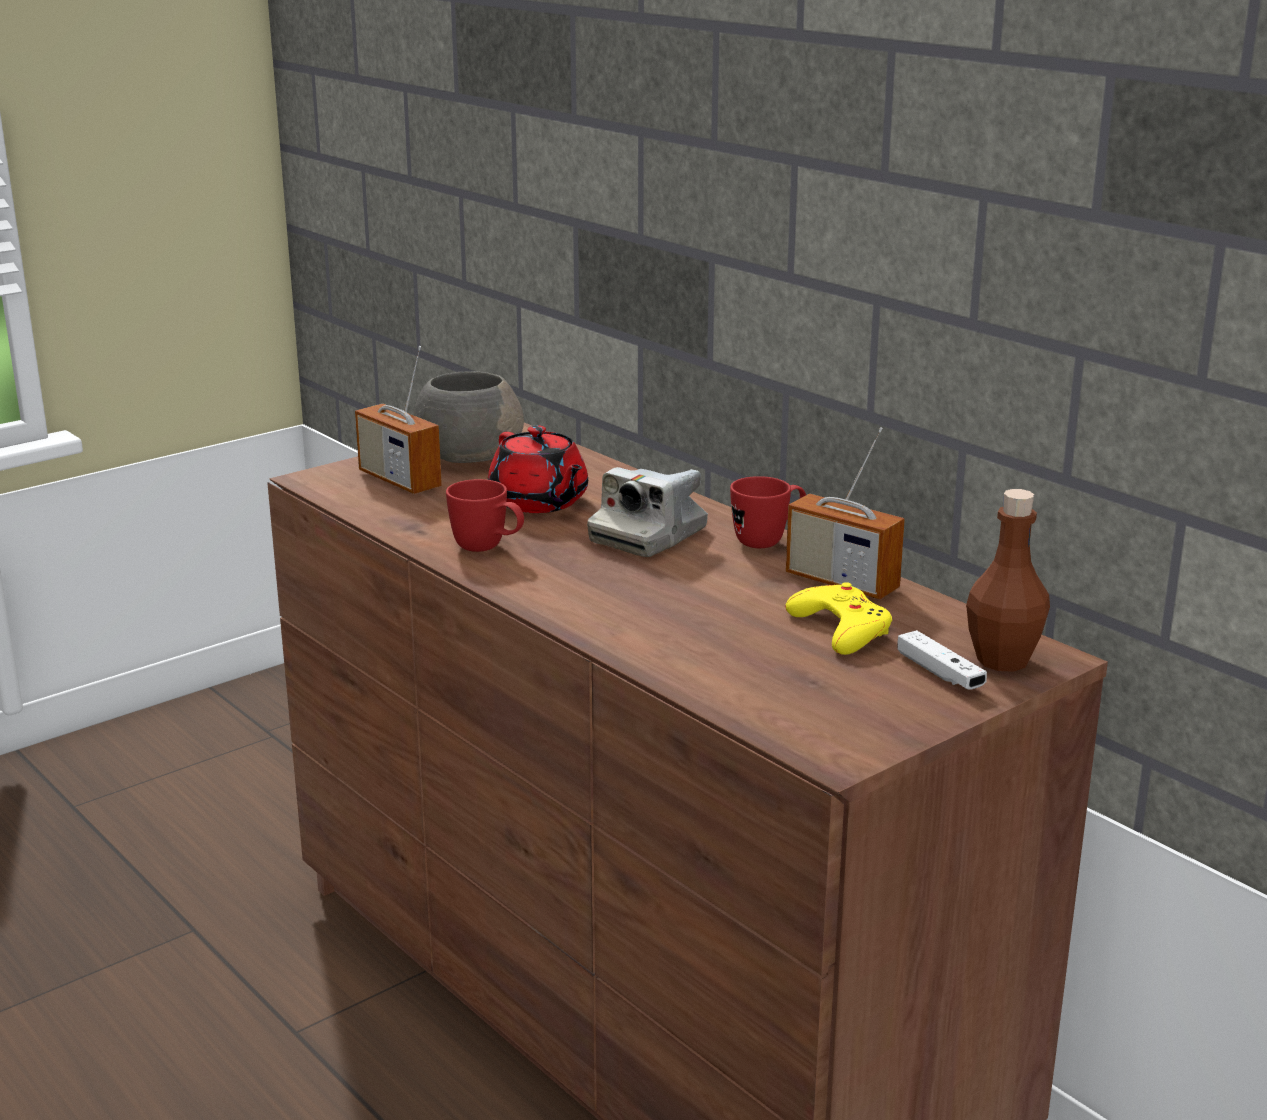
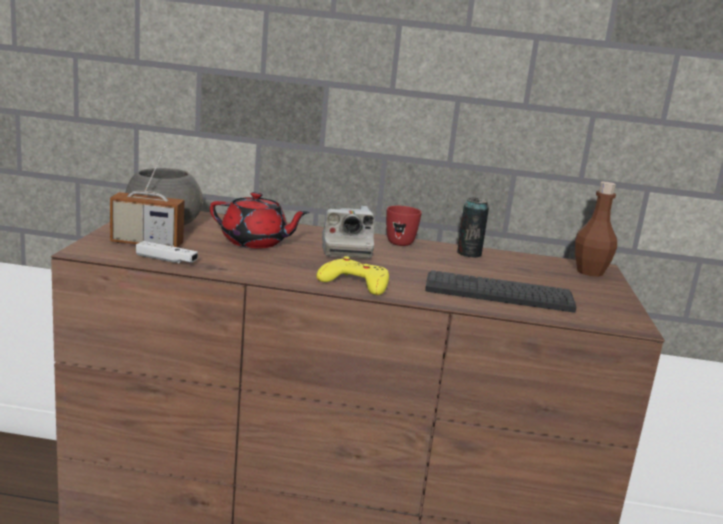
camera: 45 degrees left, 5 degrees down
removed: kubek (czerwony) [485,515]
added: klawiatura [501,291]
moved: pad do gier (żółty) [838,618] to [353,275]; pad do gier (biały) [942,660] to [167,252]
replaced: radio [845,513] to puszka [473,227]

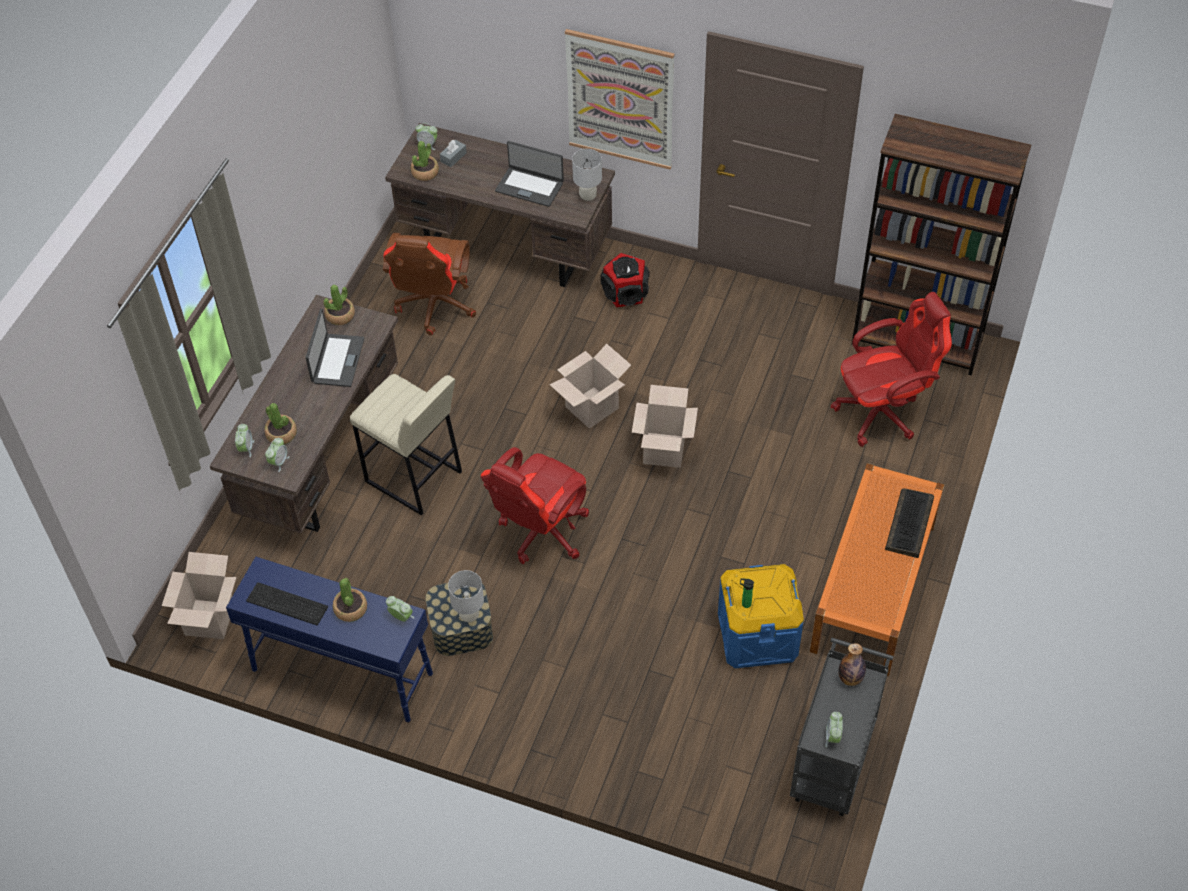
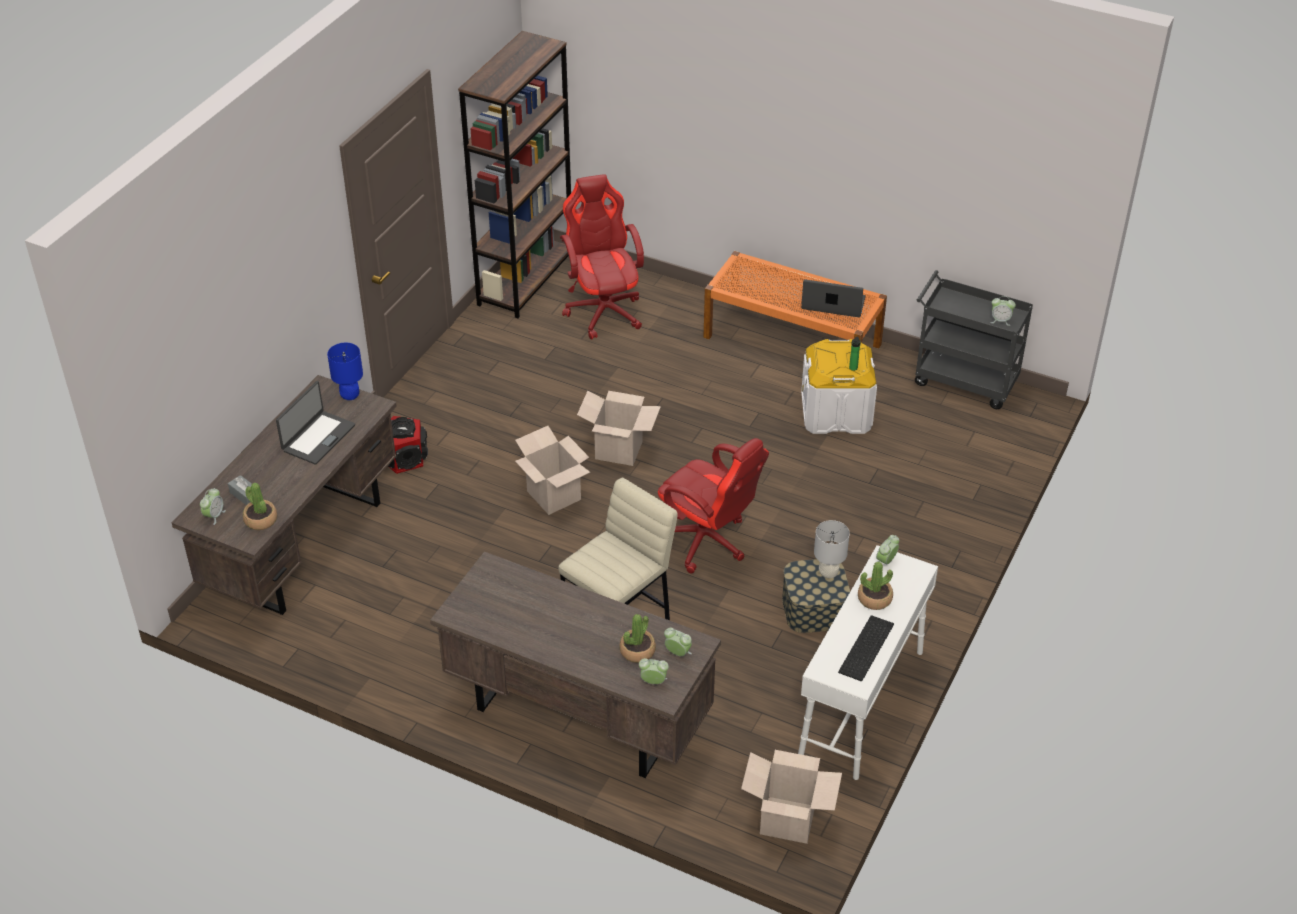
camera: 85 degrees left, 10 degrees down
removed: obraz [619,99]; krzesło biurowe (brązowy) [429,284]; roślina doniczkowa [339,305]; klawiatura [909,523]; butelka [852,664]
moved: laptop [335,348] to [833,298]
recoloured: lampa stołowa (szary) [587,175] to lampa stołowa (niebieski) [345,371]; stolik konsolowy (niebieski) [329,639] to stolik konsolowy (biały) [868,662]; pojemnik do przechowywania (niebieski) [761,616] to pojemnik do przechowywania (biały) [839,386]

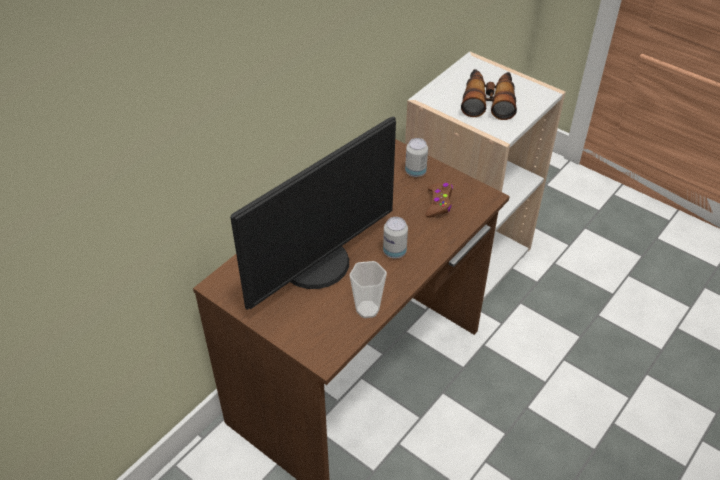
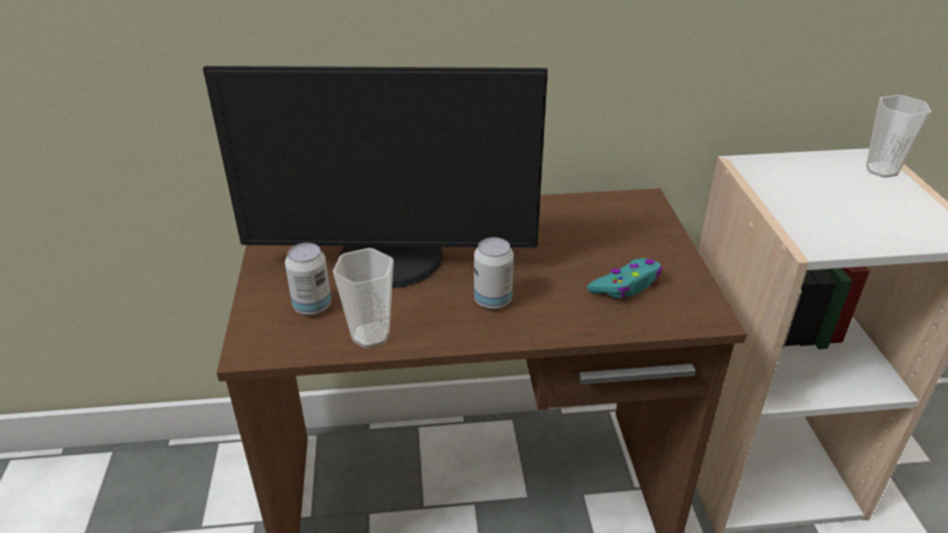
camera: 45 degrees right, 10 degrees down
removed: lornetka [489,94]
added: filiżanka [899,136]
moved: puszka [416,157] to [308,279]
recoloured: pad do gier (brązowy) [439,200] to pad do gier (turkusowy) [624,278]

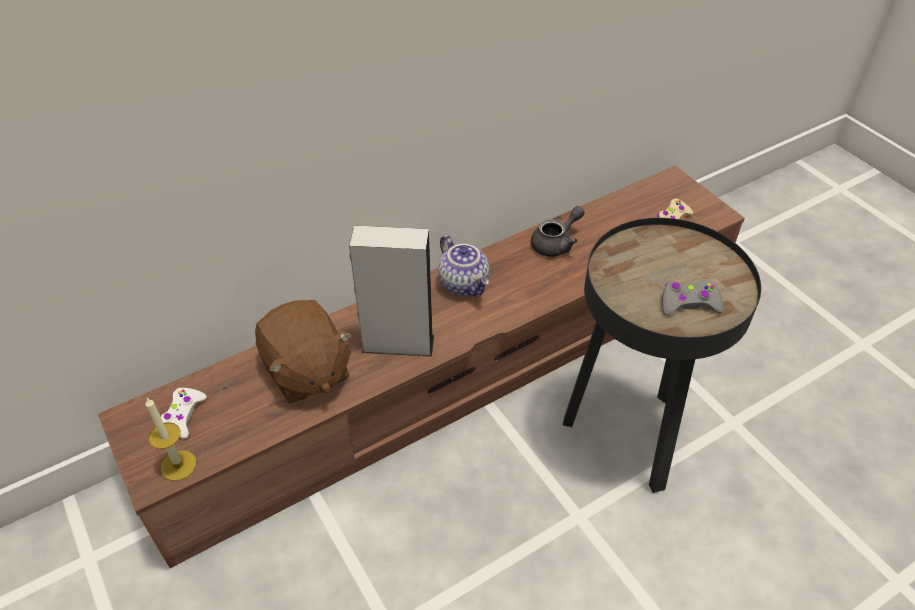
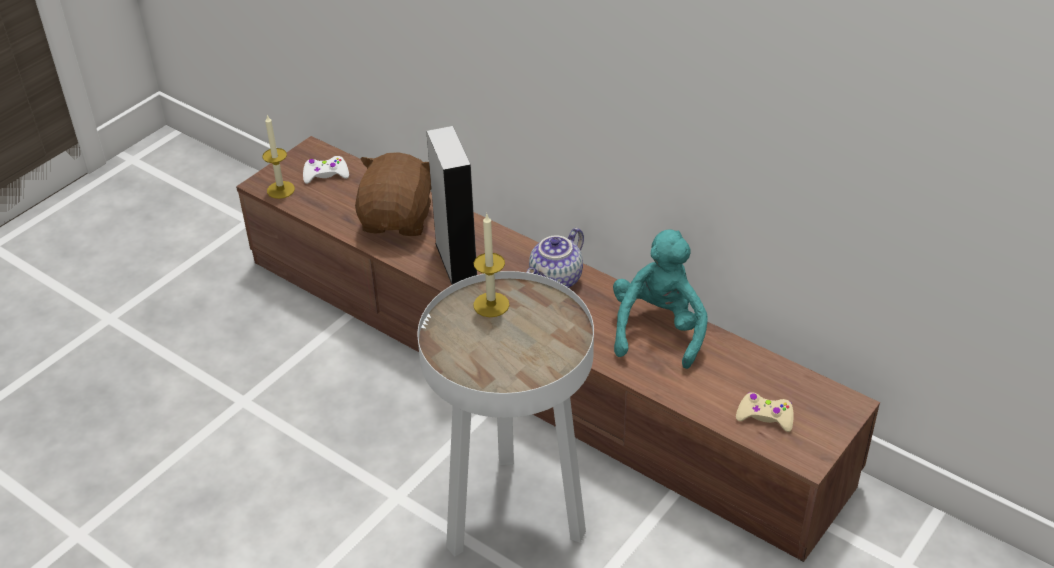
camera: 70 degrees right, 5 degrees down
removed: pad do gier (szary) [693,298]
added: świeca [491,265]
replaced: imbryk (szary) [557,231] to pluszak (turkusowy) [660,299]
recoloured: stolik (czarny) [662,355] to stolik (biały) [506,414]
turned: pluszak (brązowy) [303,351] = [393,194] 150 degrees clockwise

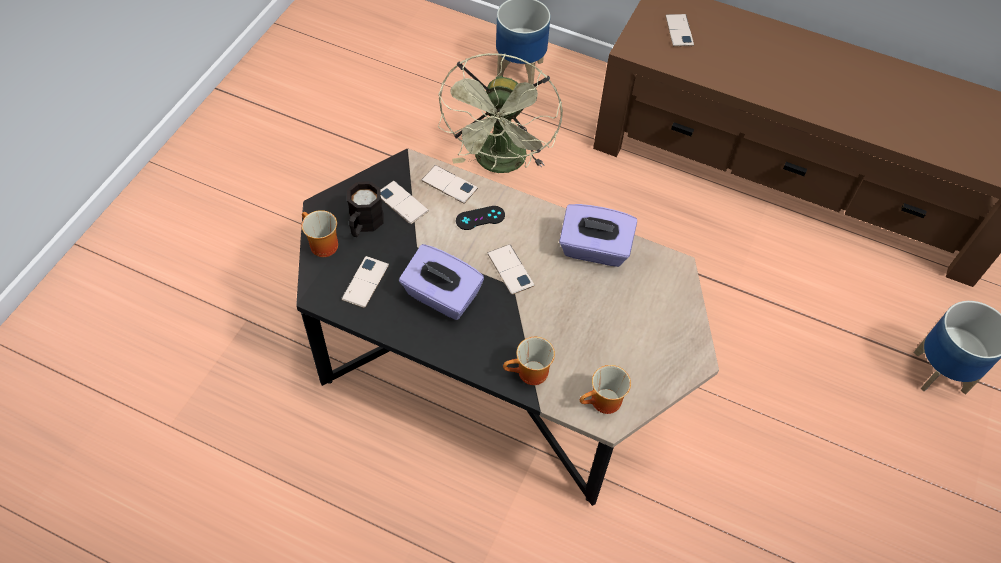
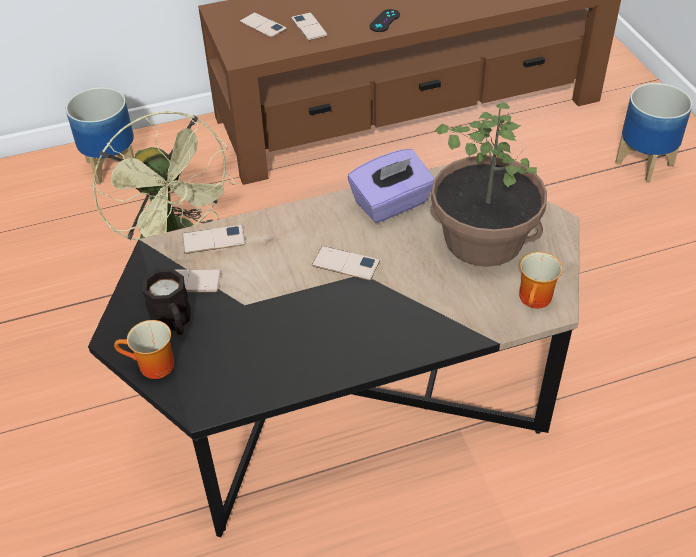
camera: 40 degrees left, 10 degrees down
removed: pudełko chusteczek (fioletowy) [441,282]; kubek [529,361]
added: roślina doniczkowa [488,184]
moved: pad do gier (czarny) [480,218] to [384,20]; telefon [365,282] to [309,26]

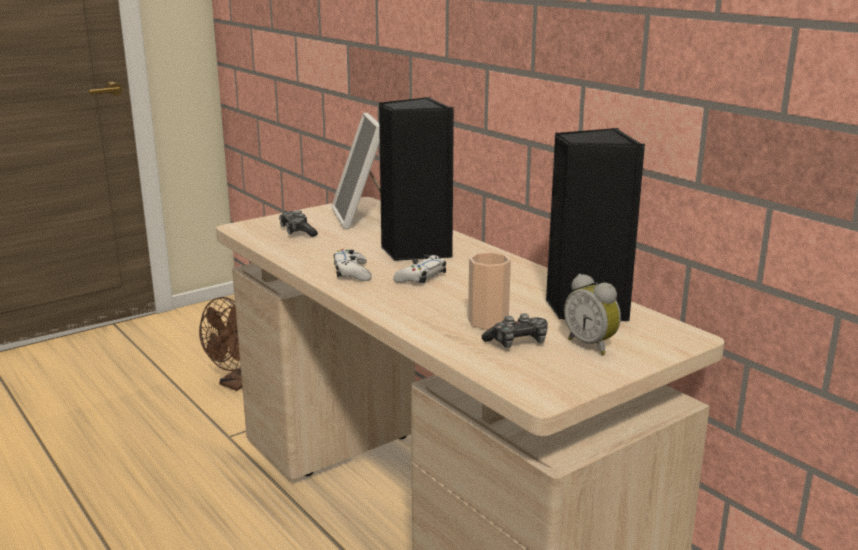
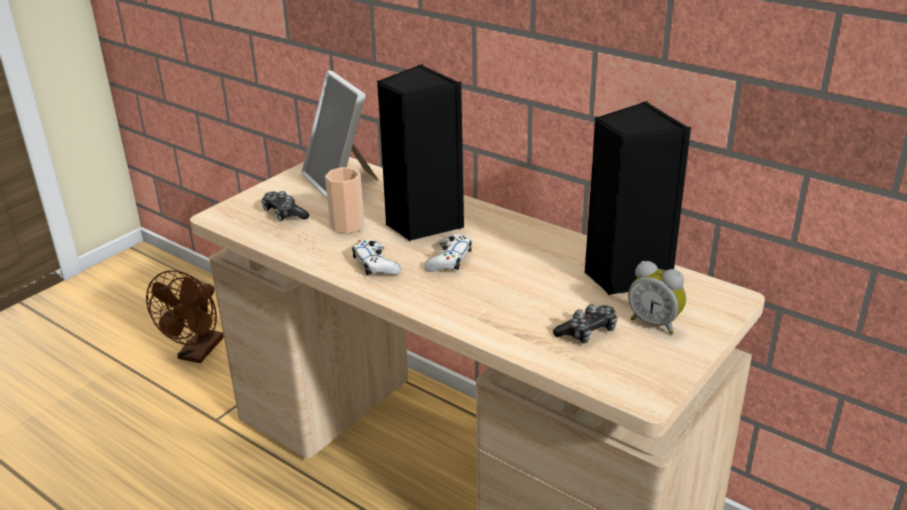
camera: 15 degrees left, 10 degrees up
moved: filiżanka [489,291] to [344,200]

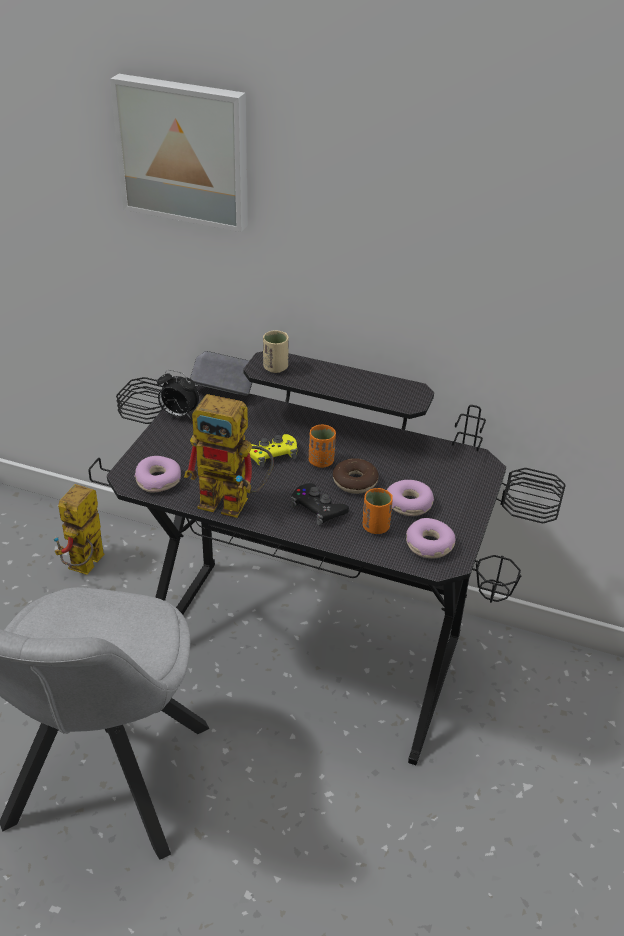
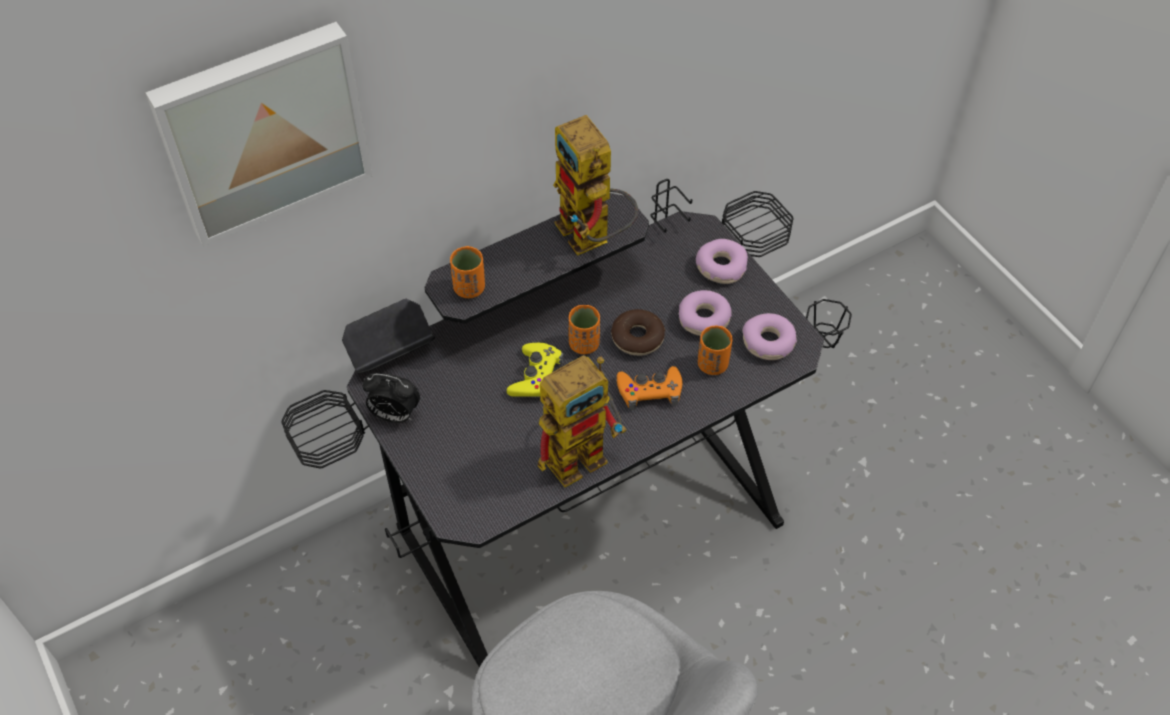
camera: 50 degrees left, 15 degrees up
moved: donut [157,474] to [722,261]; robot zabawkowy [79,529] to [595,185]
recoloured: filiżanka (beżowy) [276,351] to filiżanka (pomarańczowy) [467,272]; pad do gier (czarny) [319,504] to pad do gier (pomarańczowy) [650,388]
turned: budzik [178,394] = [391,398] 45 degrees clockwise

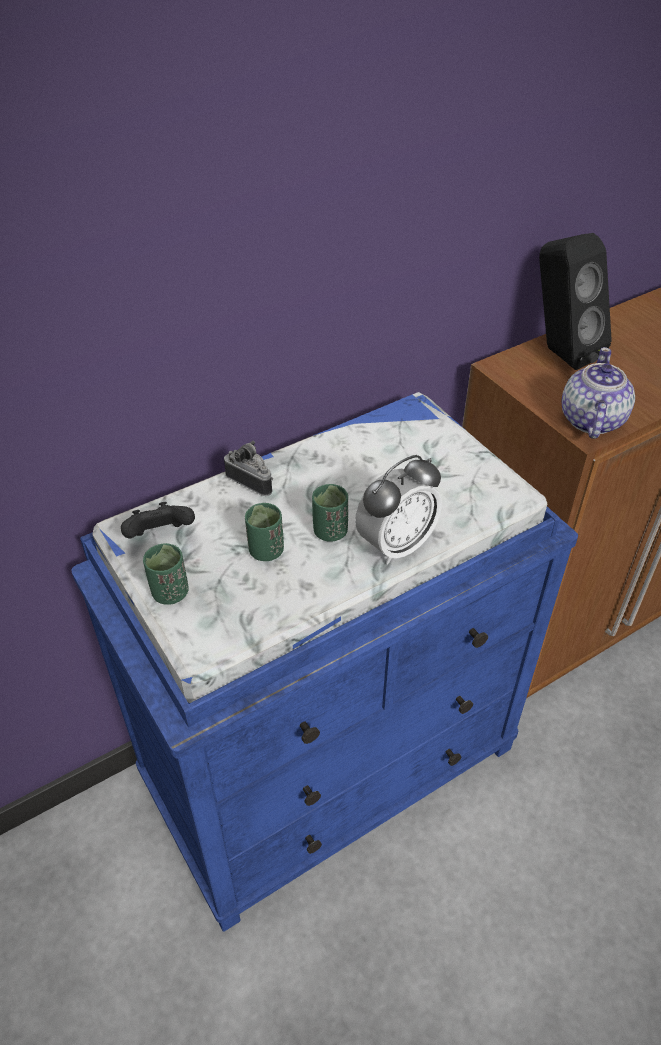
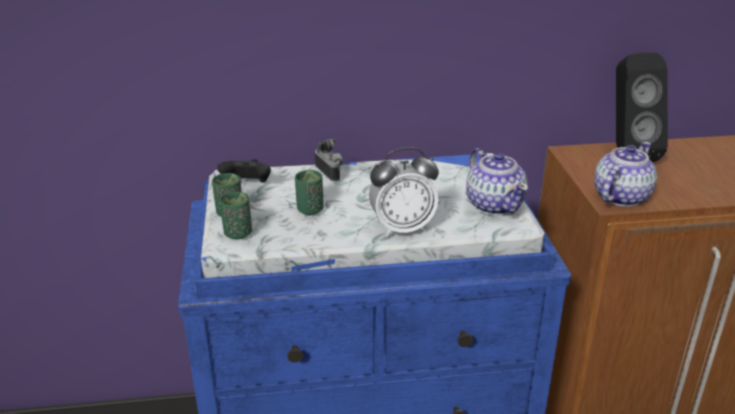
camera: 25 degrees right, 15 degrees down
added: imbryk [497,181]
moved: filiżanka (zielony) [330,513] to [236,215]

